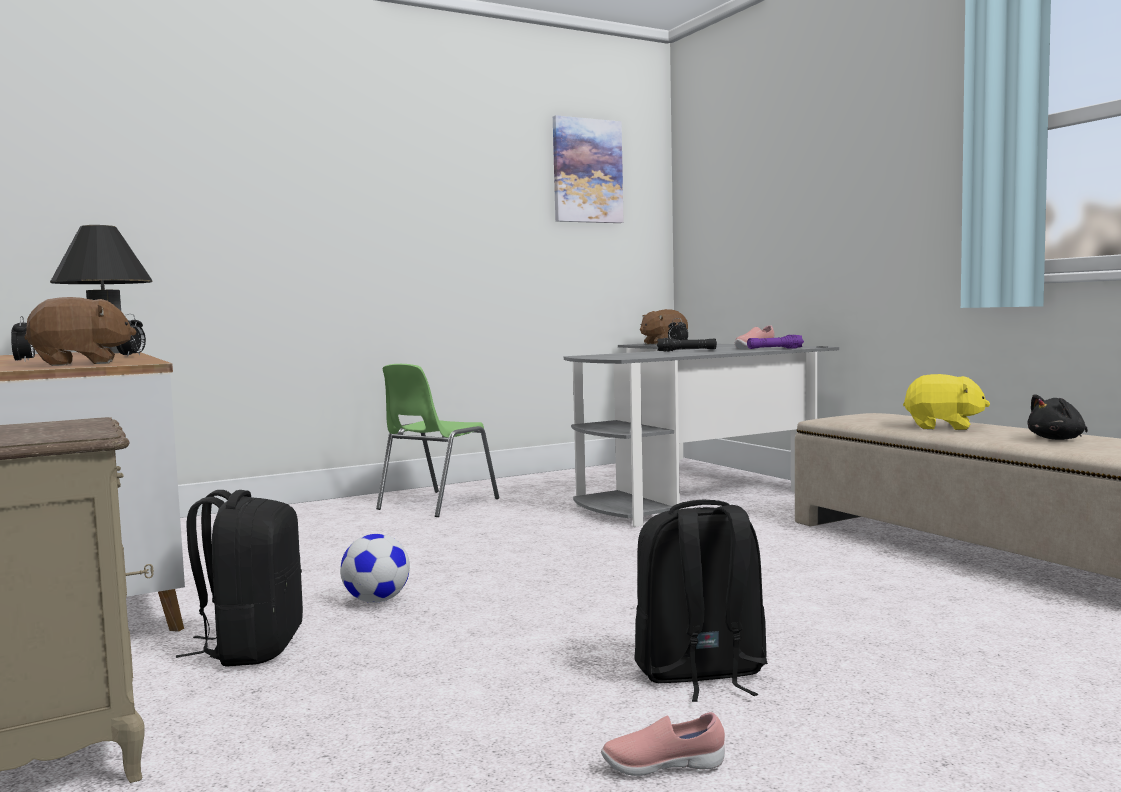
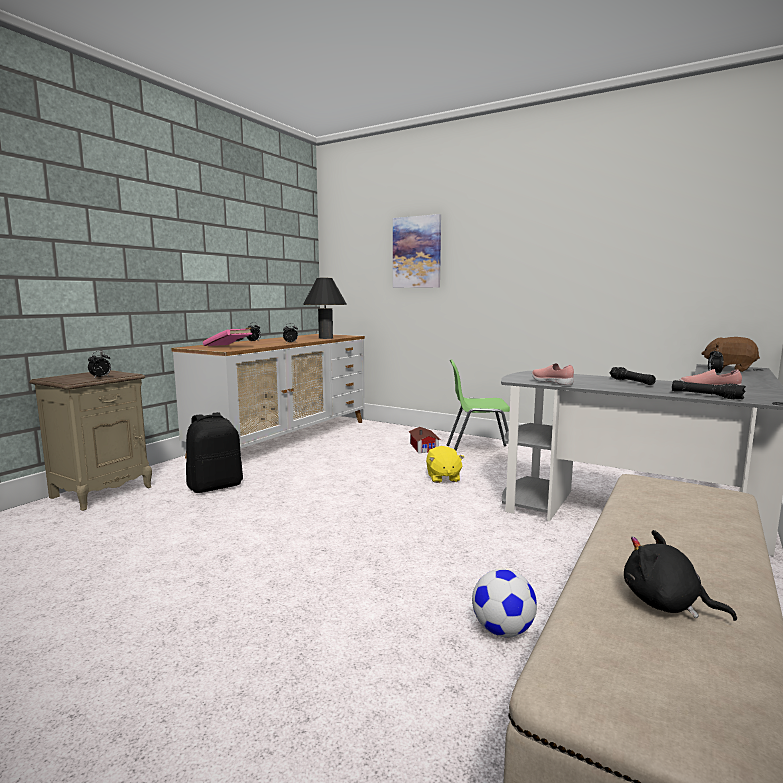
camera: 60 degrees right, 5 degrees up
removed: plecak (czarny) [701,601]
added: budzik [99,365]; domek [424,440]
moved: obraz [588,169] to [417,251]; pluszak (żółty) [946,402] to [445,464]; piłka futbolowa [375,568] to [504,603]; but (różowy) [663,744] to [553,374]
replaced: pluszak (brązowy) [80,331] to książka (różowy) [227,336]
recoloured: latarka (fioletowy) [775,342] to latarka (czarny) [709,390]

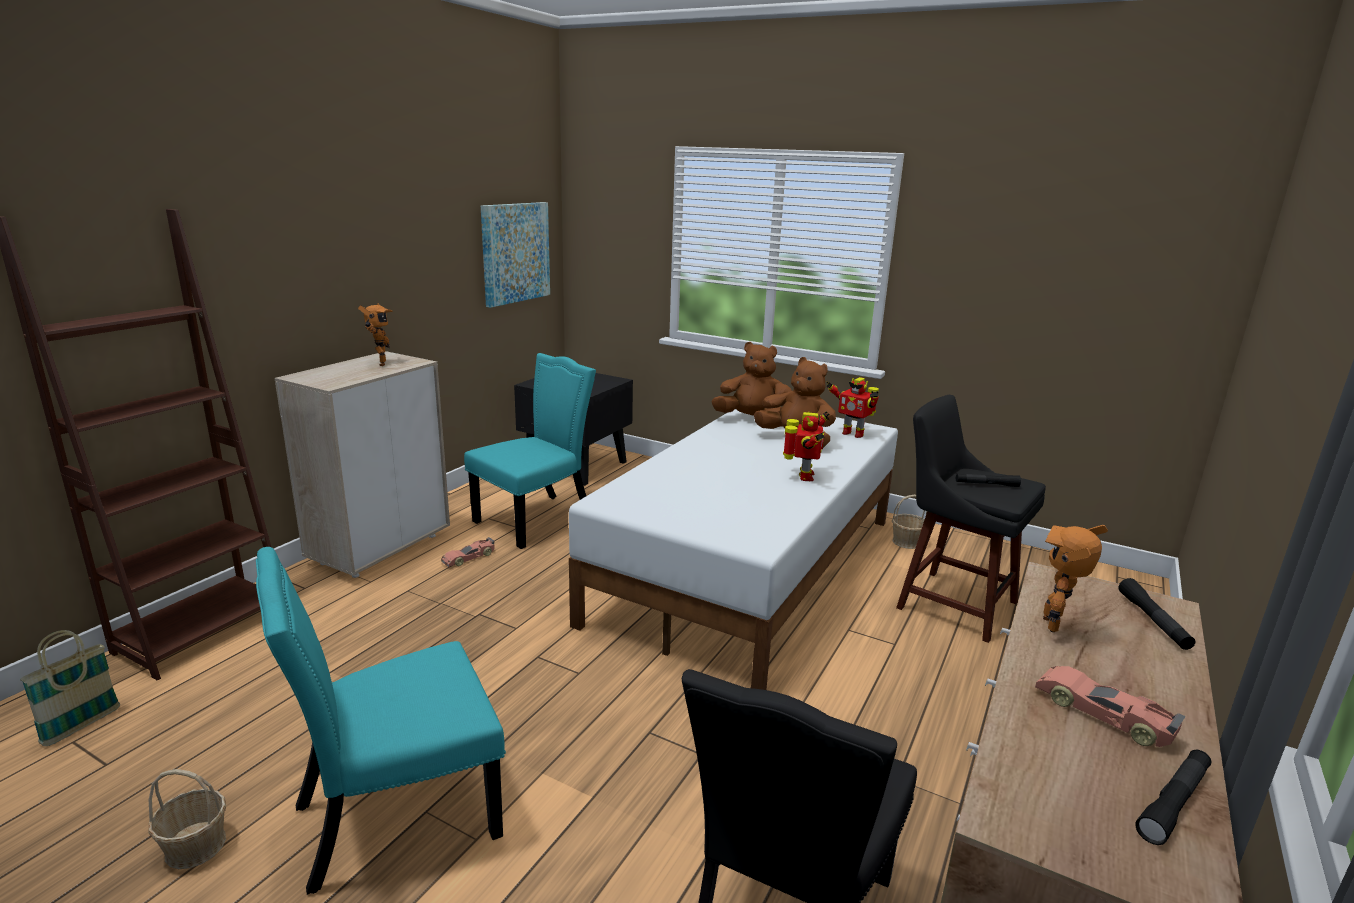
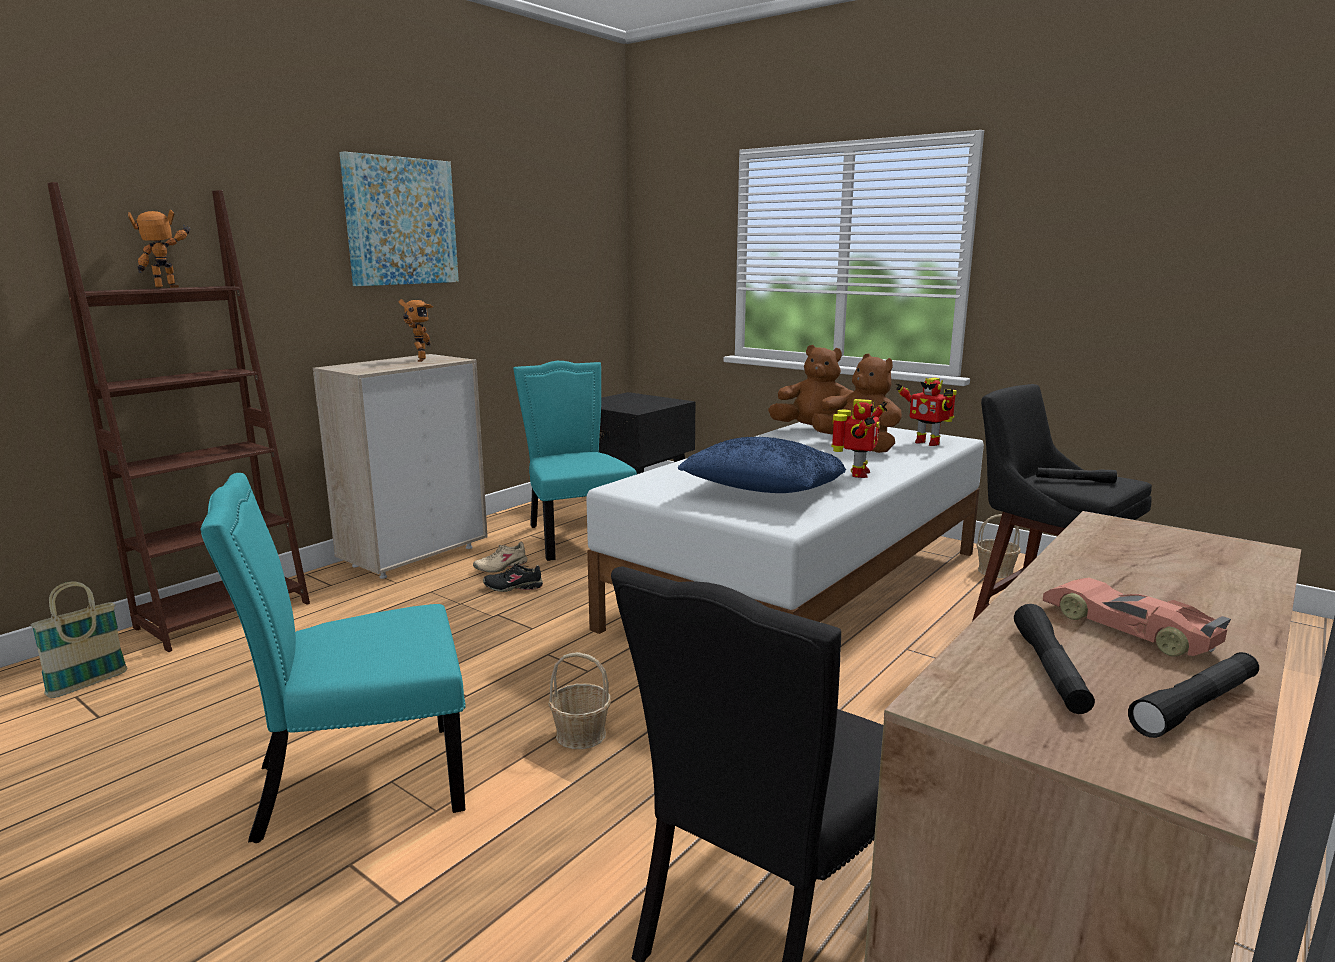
camera: 10 degrees right, 5 degrees down
added: poduszka (niebieski) [762,465]; but (czarny) [513,578]
moved: obraz [515,255] to [399,219]; robot zabawkowy [1075,578] to [159,249]; latarka (czarny) [1157,614] to [1054,659]; koszyk [187,819] to [579,700]
replaced: samochodzik [468,552] to but (beżowy) [500,557]
turned: krzesło (turkusowy) [530,451] = [575,461] 75 degrees counterclockwise

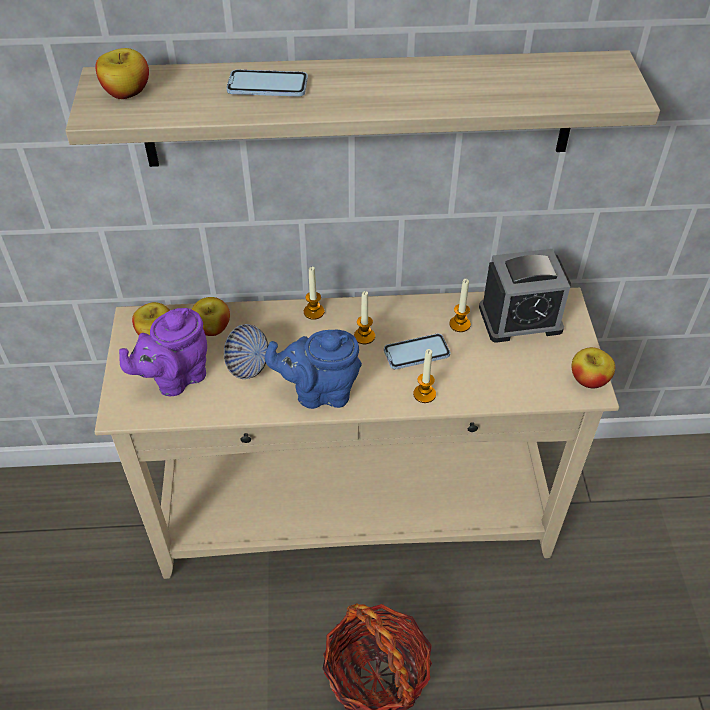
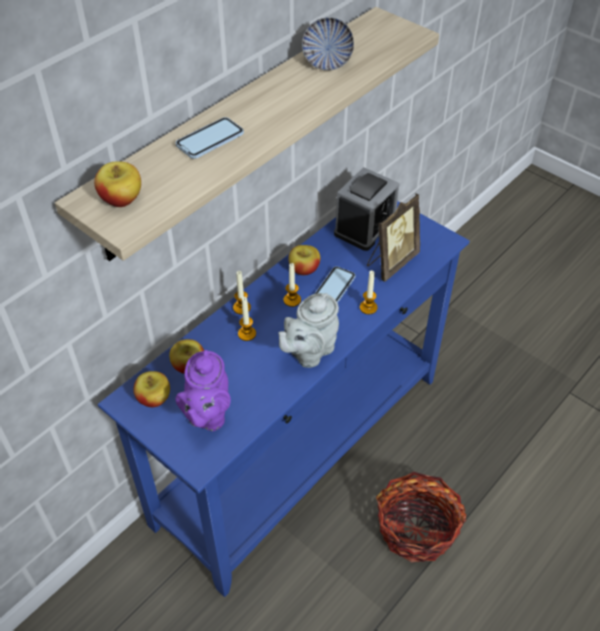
camera: 45 degrees left, 0 degrees up
added: ramka na zdjęcie [393,237]
moved: świeca [460,305] to [247,319]; miska [246,351] to [328,44]; jabłko [593,367] to [304,260]
recoloured: stolik konsolowy (beżowy) [357,433] to stolik konsolowy (niebieski) [284,399]; imbryk (niebieski) [313,369] to imbryk (szary) [308,330]

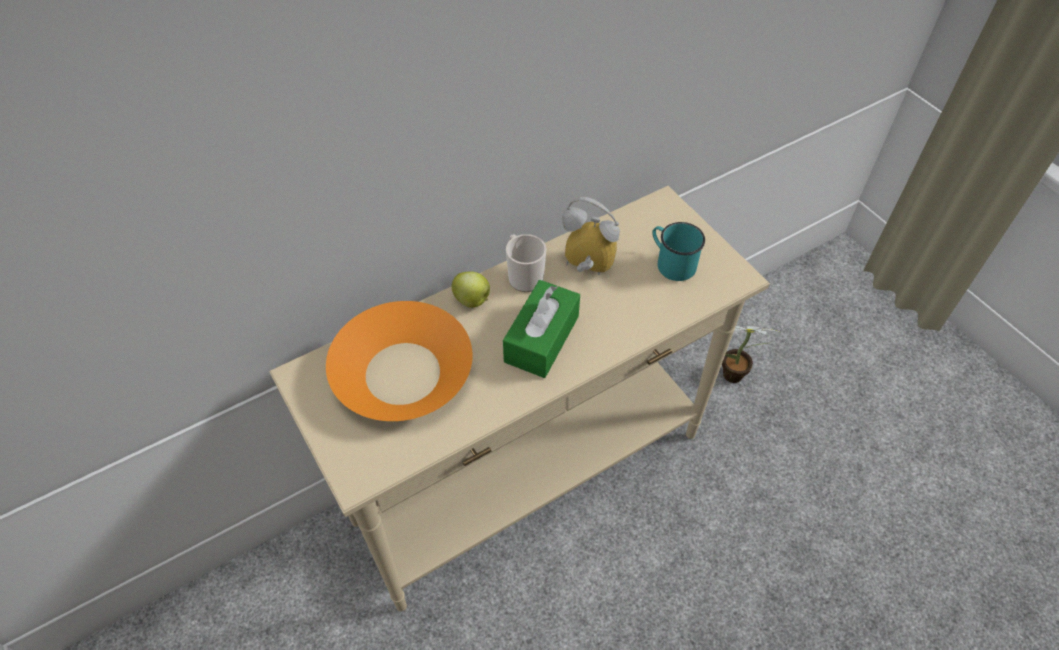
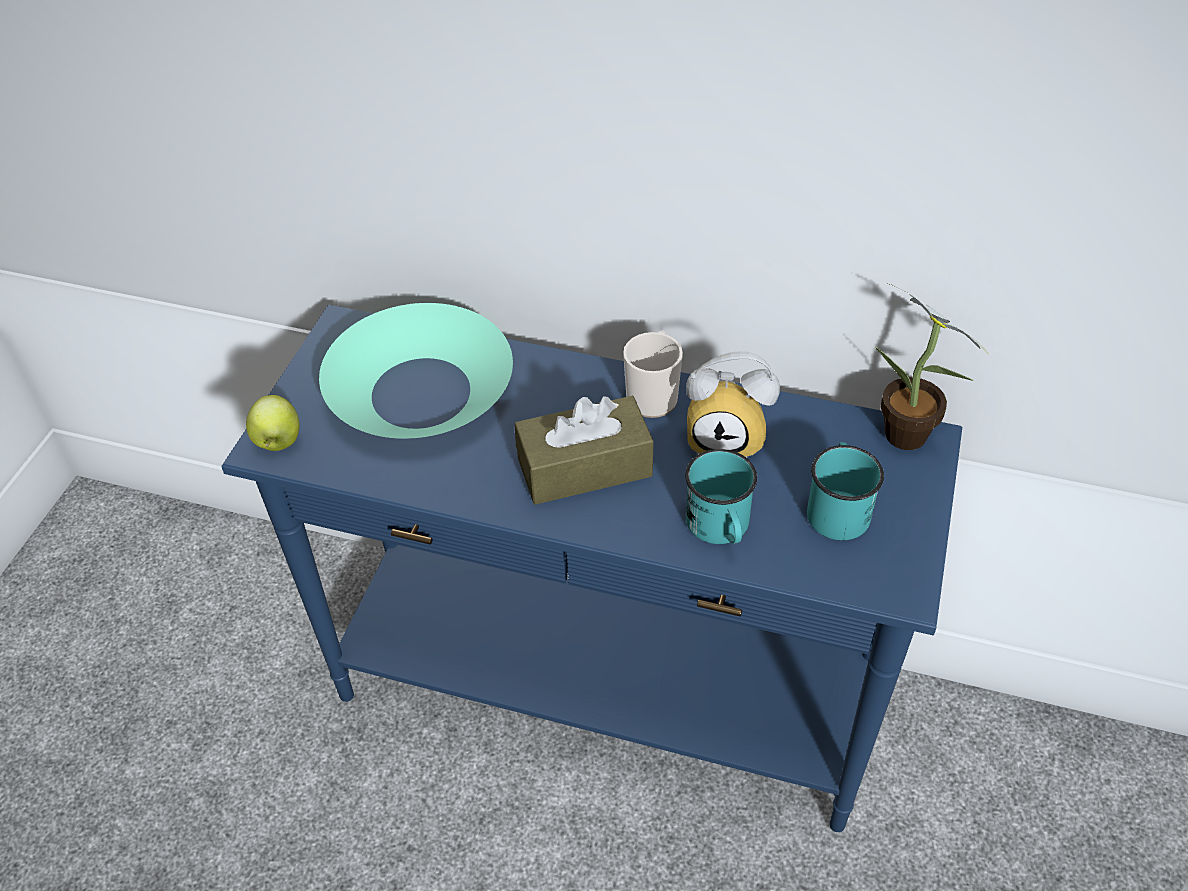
camera: 50 degrees right, 5 degrees down
added: kubek (turkusowy) [721,496]
moved: jabłko [470,289] to [273,423]; roślina doniczkowa [750,354] to [931,366]
recoloured: stolik konsolowy (beżowy) [519,399] to stolik konsolowy (niebieski) [591,568]; pudełko chusteczek (zielony) [541,329] to pudełko chusteczek (brązowy) [583,450]; miska (pomarańczowy) [399,361] to miska (turkusowy) [416,371]
turned: budzik [591,236] = [733,404] 120 degrees clockwise

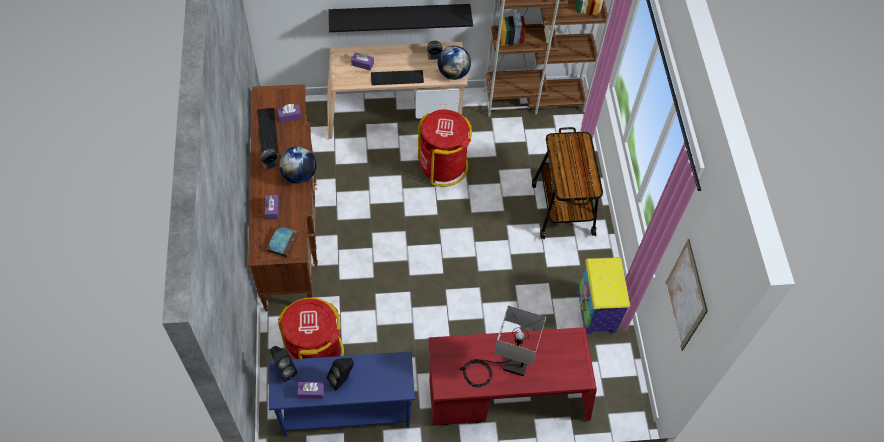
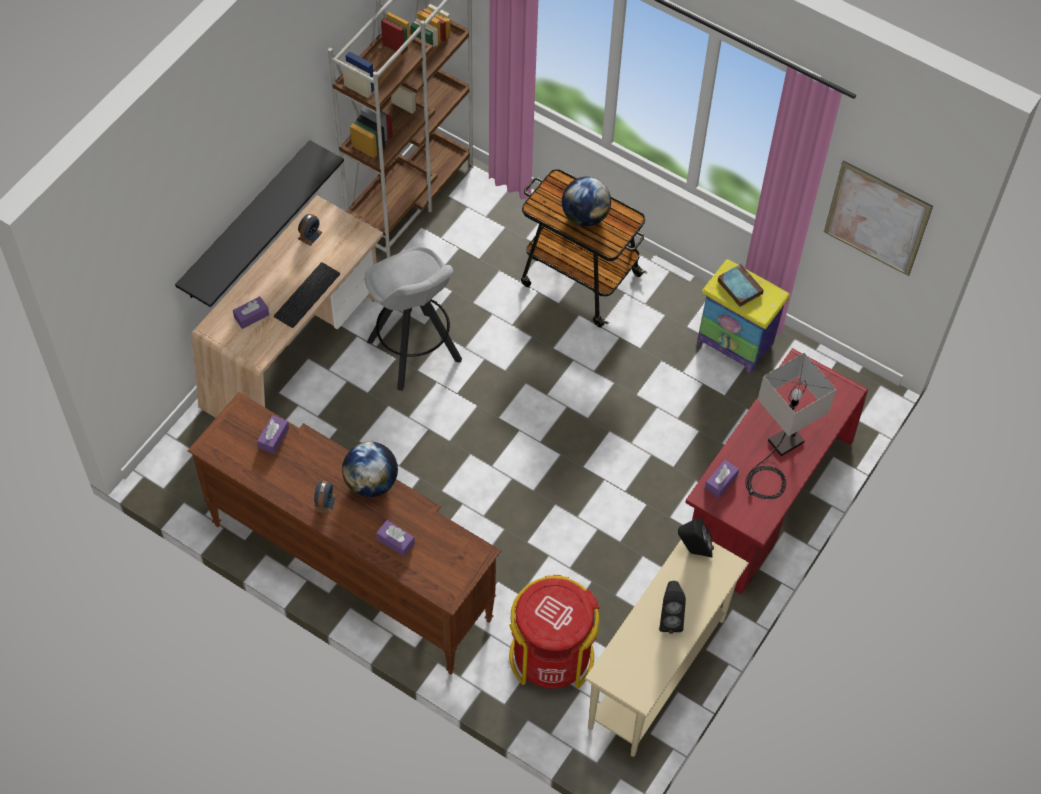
camera: 50 degrees left, 0 degrees up
removed: klawiatura [267,130]
moved: globus [454,63] to [586,201]; książka [283,241] to [741,285]; głośnik (czarny) [284,364] to [696,538]; pudełko chusteczek (fioletowy) [310,390] to [722,479]
replaced: kosz na śmieci (czerwony) [445,148] to stołek (szary) [413,319]
recoloured: stolik konsolowy (niebieski) [342,394] to stolik konsolowy (beżowy) [667,648]

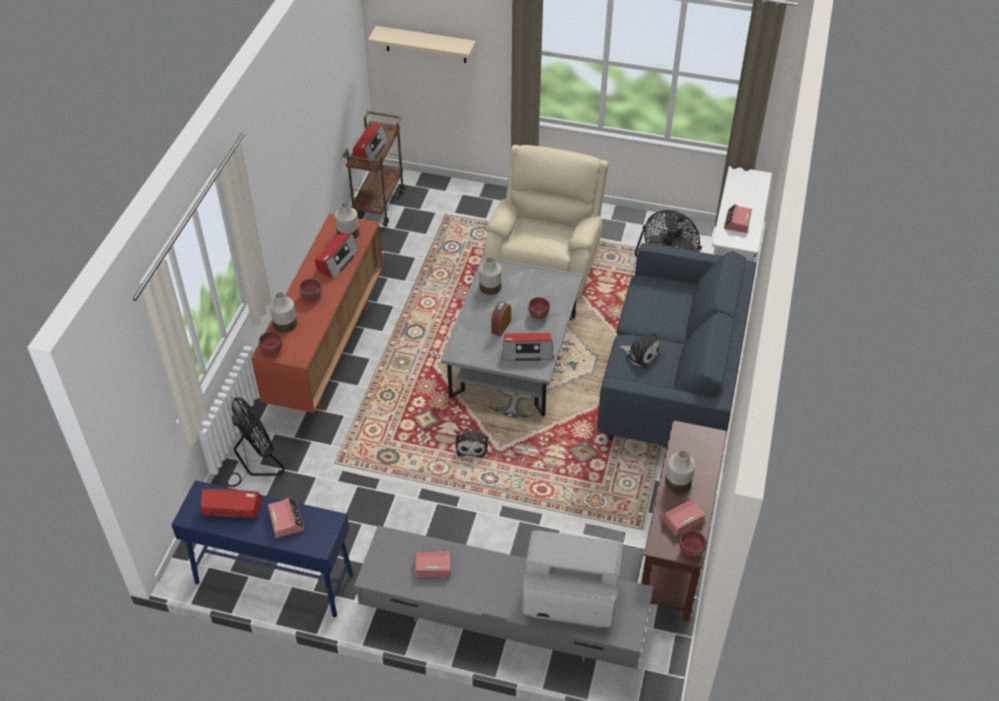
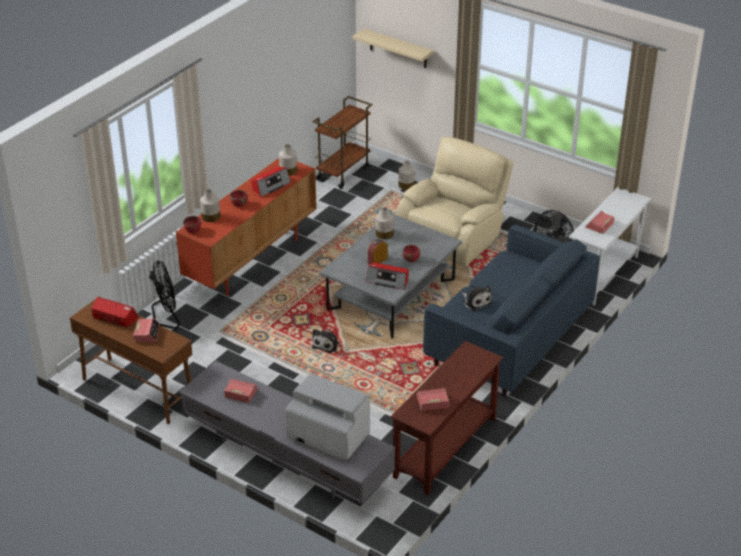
camera: 20 degrees right, 10 degrees down
removed: radio [371,144]; miska (czerwony) [692,544]
moved: wazon (beżowy) [680,471] to [406,175]
recoloured: stolik konsolowy (niebieski) [262,548] to stolik konsolowy (brązowy) [131,360]

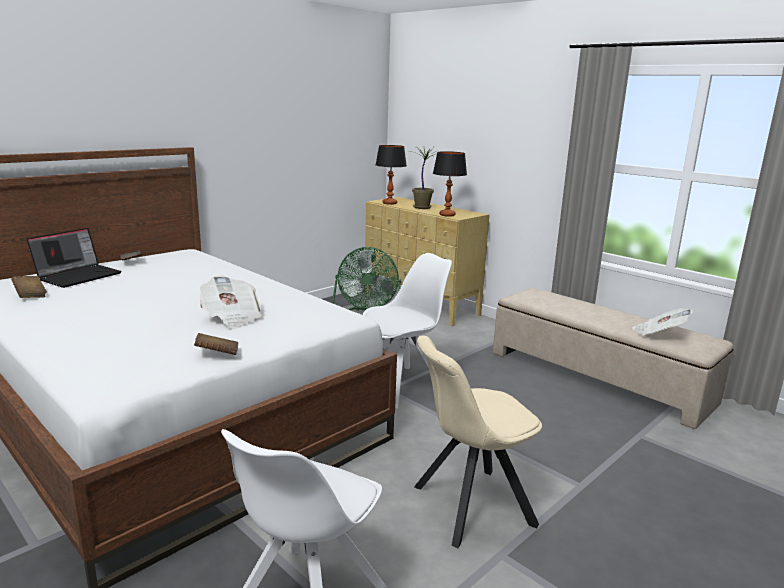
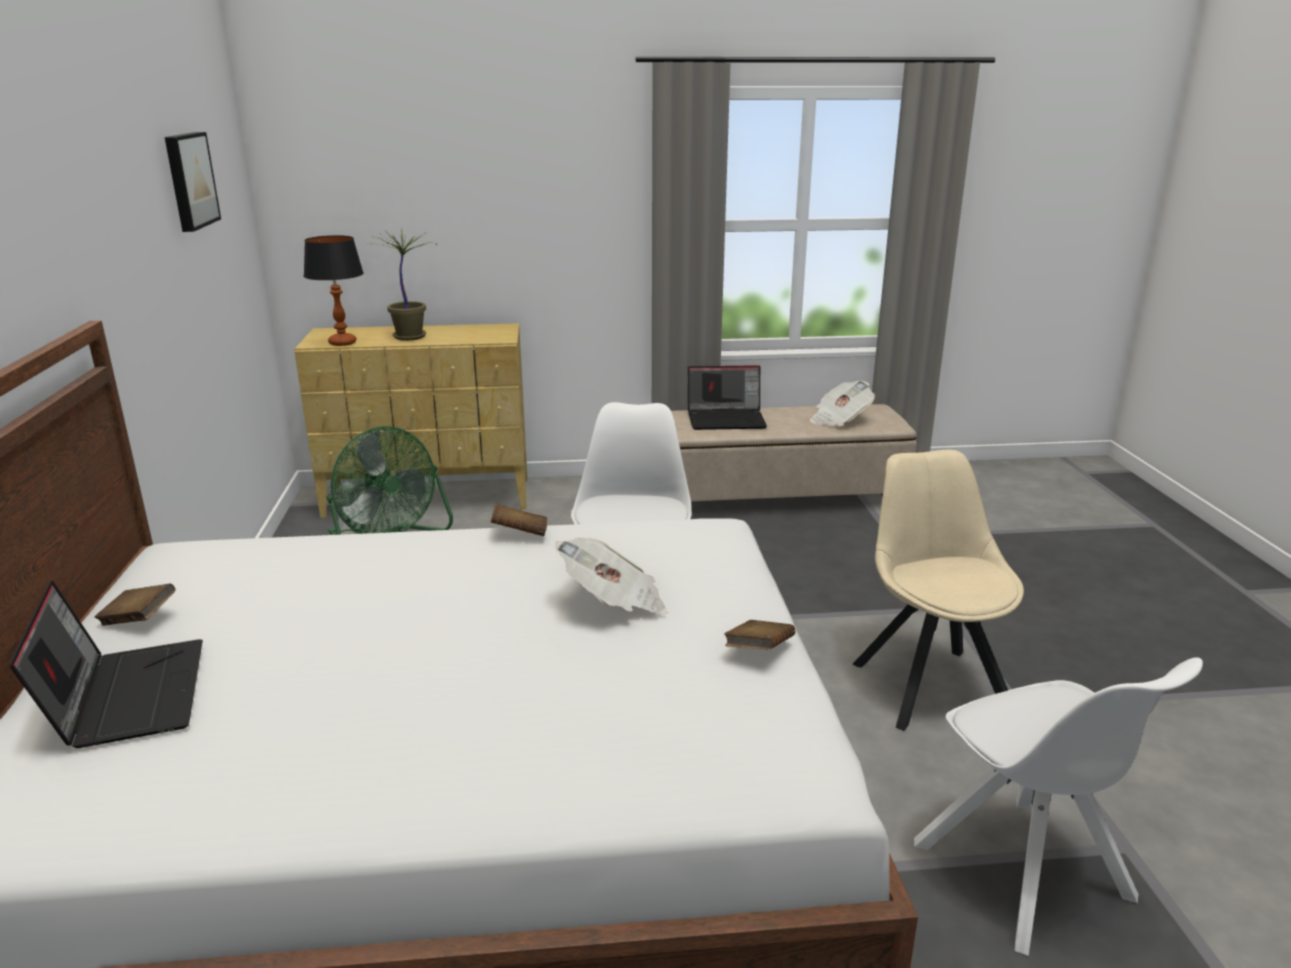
camera: 50 degrees left, 5 degrees up
removed: lampa stołowa [450,184]
added: obraz [193,182]; laptop [727,397]
moved: książka (brązowy) [29,287] to [519,520]
turned: krzesło (beżowy) [478,441] = [938,590] 150 degrees clockwise

